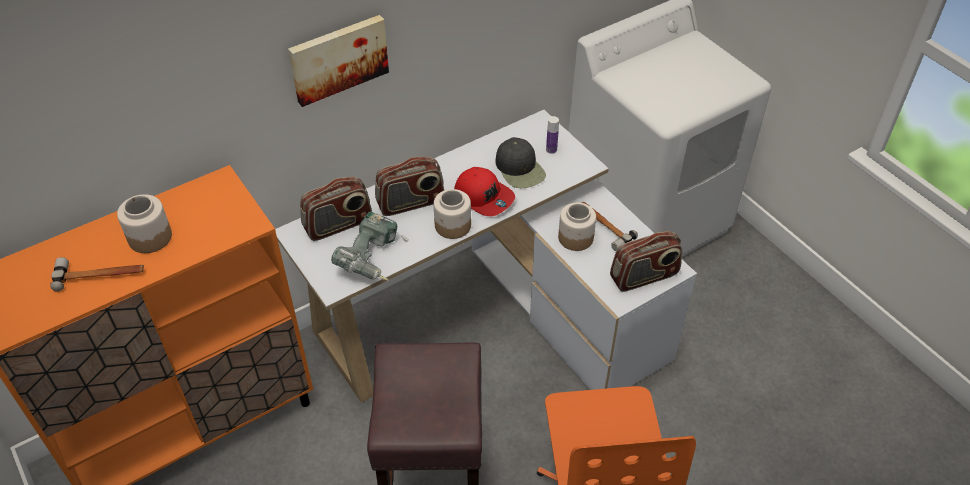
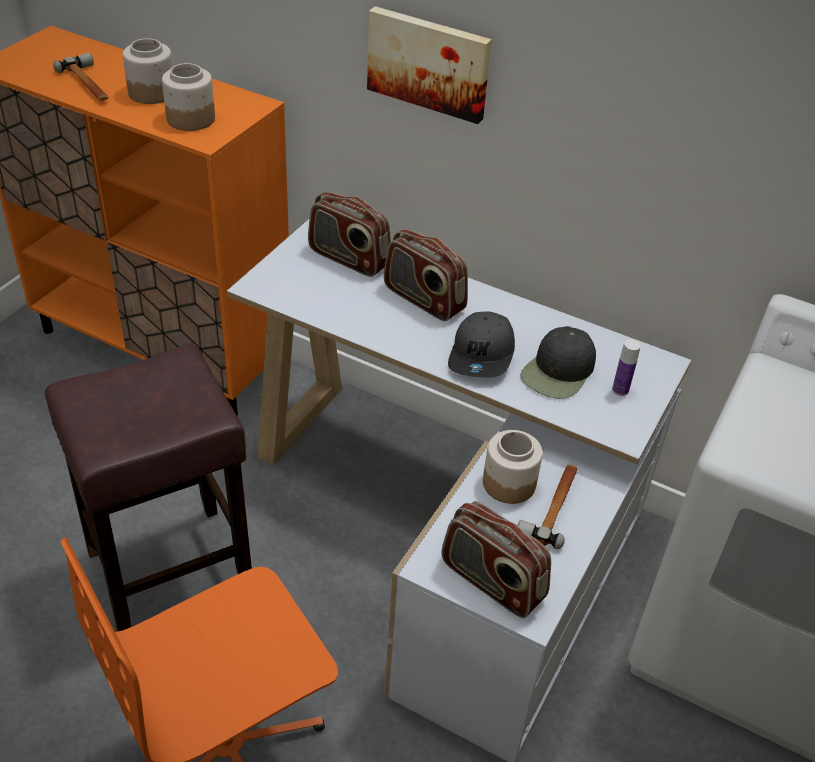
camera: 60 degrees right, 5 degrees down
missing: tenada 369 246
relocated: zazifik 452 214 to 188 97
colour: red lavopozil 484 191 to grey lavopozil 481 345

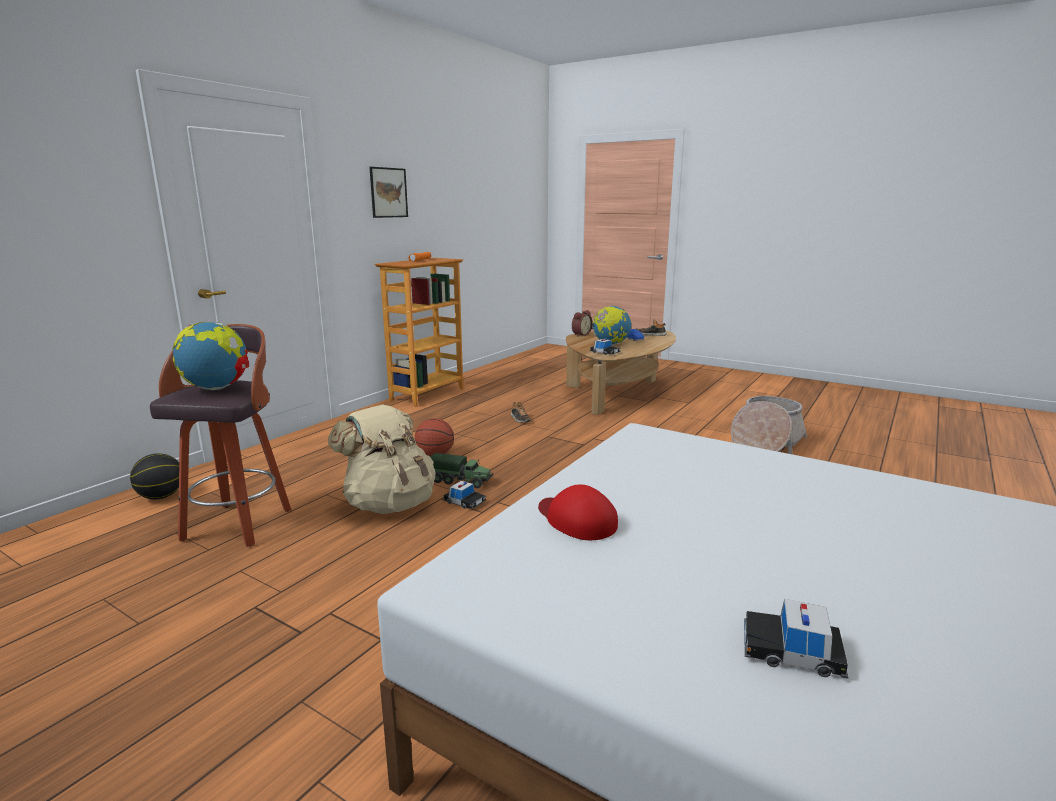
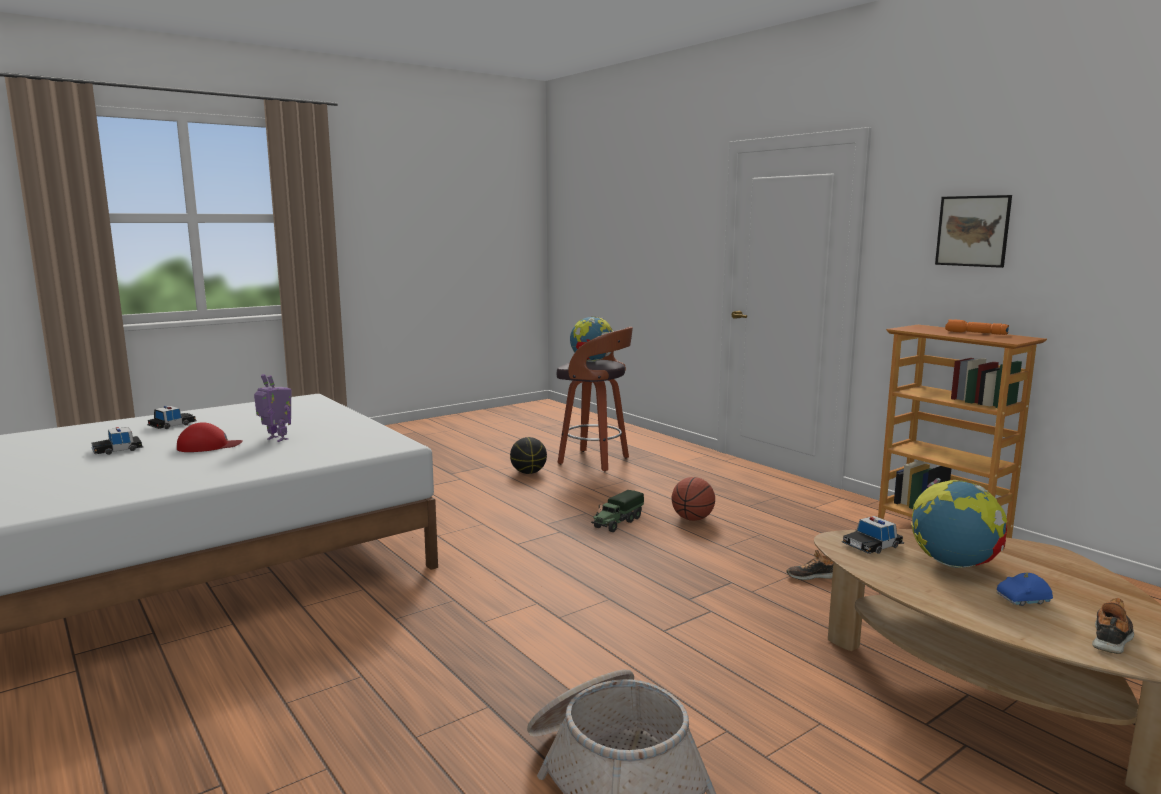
camera: 110 degrees right, 5 degrees down
missing: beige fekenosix 382 459; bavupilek 582 323
appeared: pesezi 272 408
relocated: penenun 464 495 to 117 441; red lavopozil 578 512 to 210 437; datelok 154 476 to 528 455

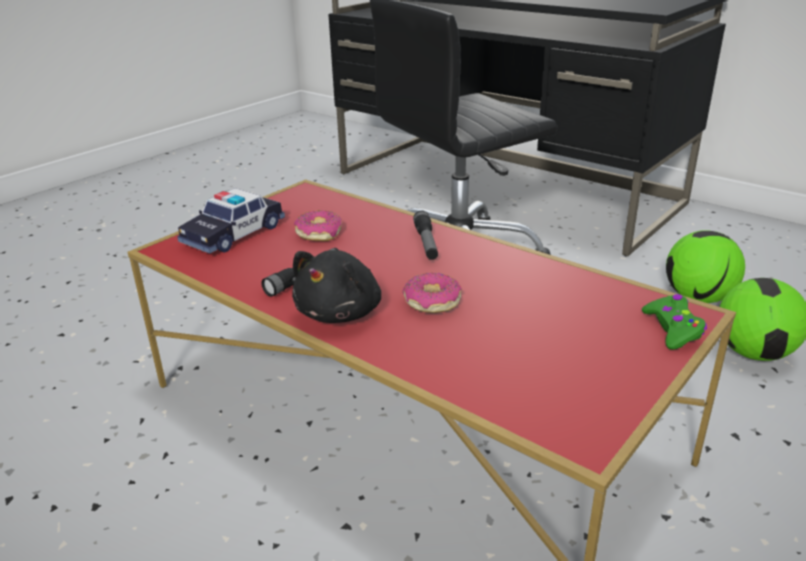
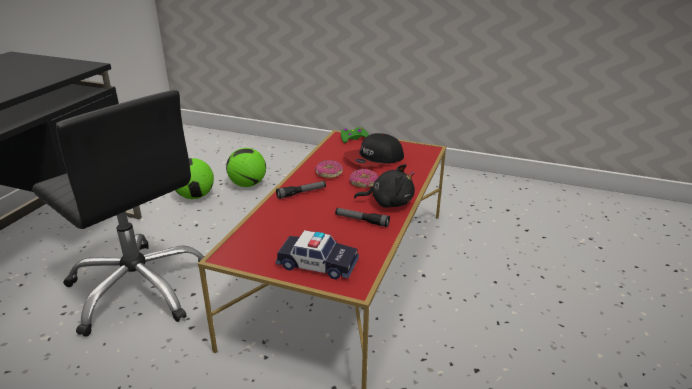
camera: 110 degrees left, 0 degrees up
appeared: lavopozil 374 149
relocated: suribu 318 225 to 329 169

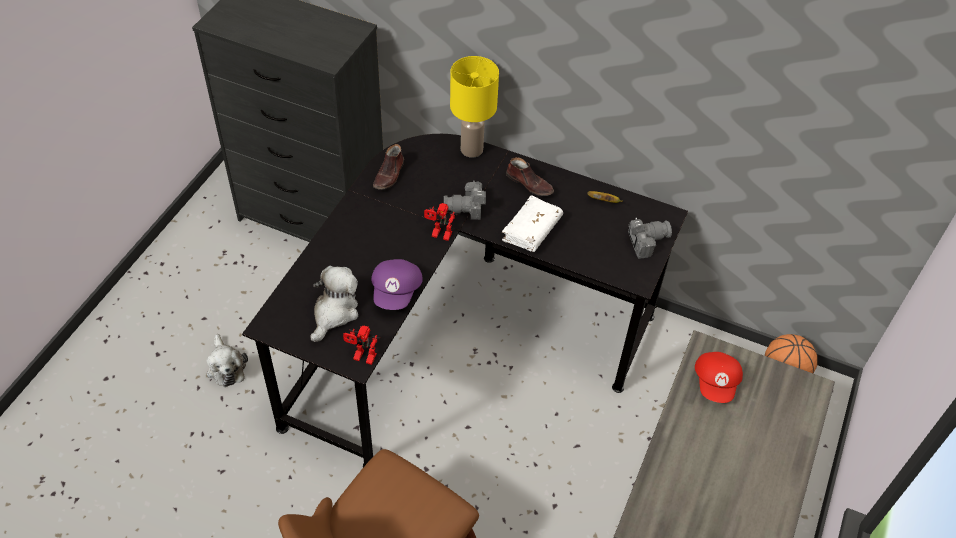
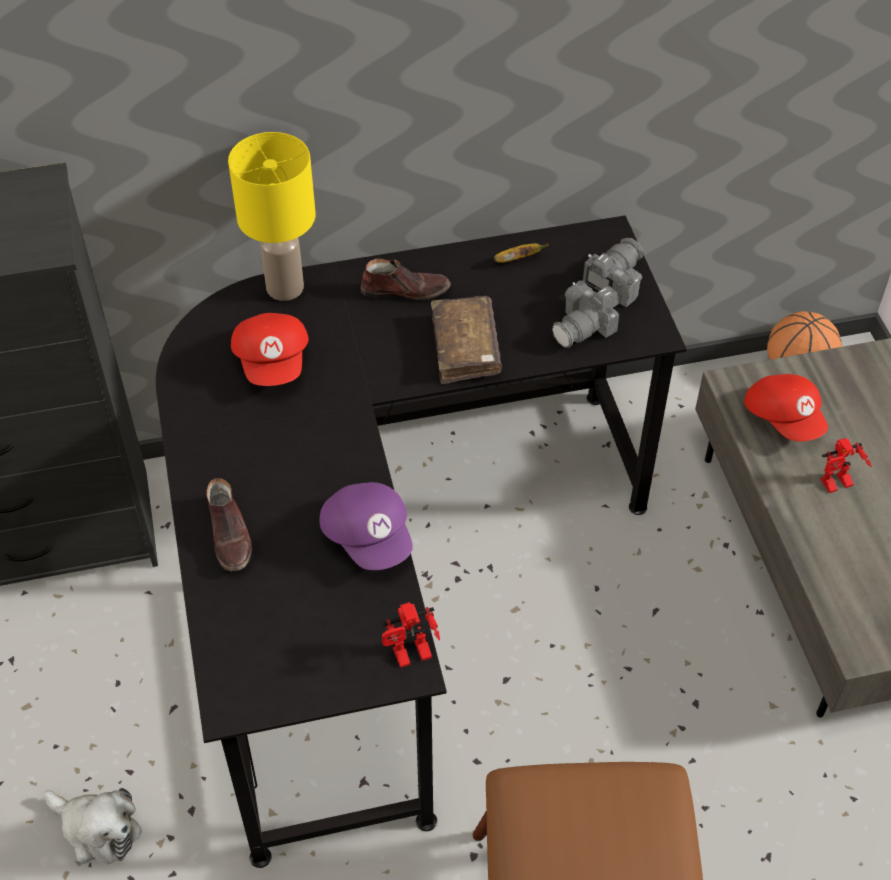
camera: 35 degrees left, 0 degrees up
missing: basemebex 334 304
appeared: red lavopozil 270 349
relocated: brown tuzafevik 388 167 to 229 524; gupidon 465 200 to 585 314; pesezi 440 222 to 846 465
colour: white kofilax 532 223 to brown kofilax 466 340

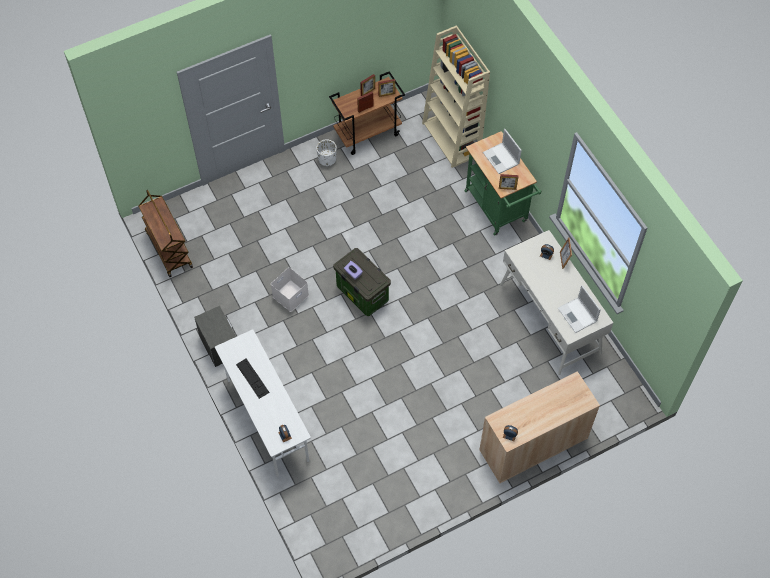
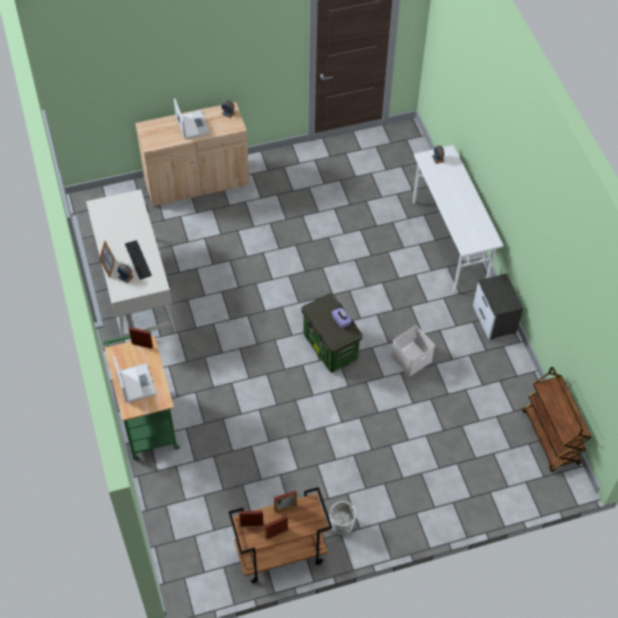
camera: 170 degrees left, 5 degrees down
missing: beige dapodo 456 96
relocated: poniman 253 379 to 138 260; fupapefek 579 309 to 192 118

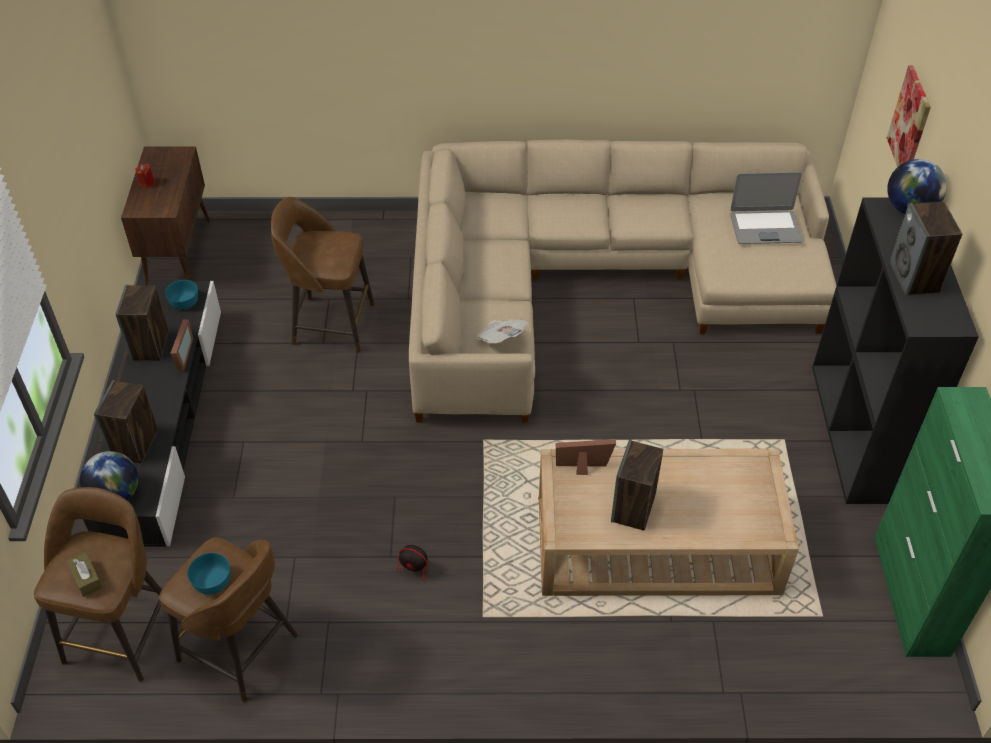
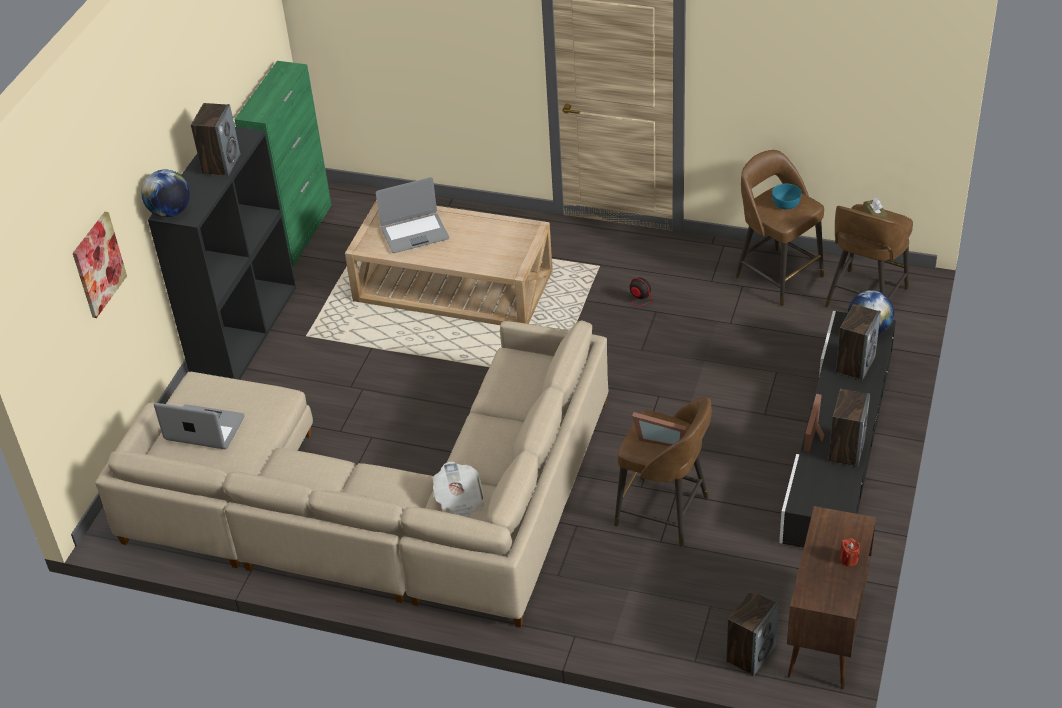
camera: 160 degrees left, 5 degrees down
missing: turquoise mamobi 181 294
appeared: fupapefek 412 215
relocated: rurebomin 502 331 to 458 489; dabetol 586 457 to 659 429; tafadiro 637 485 to 752 633

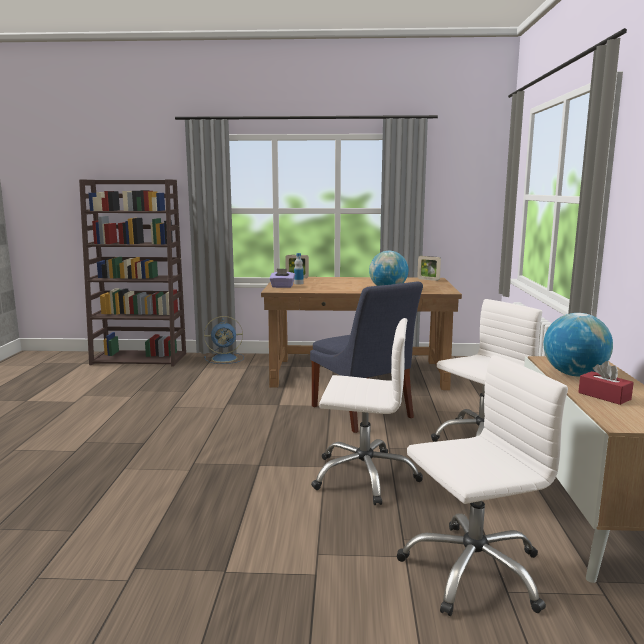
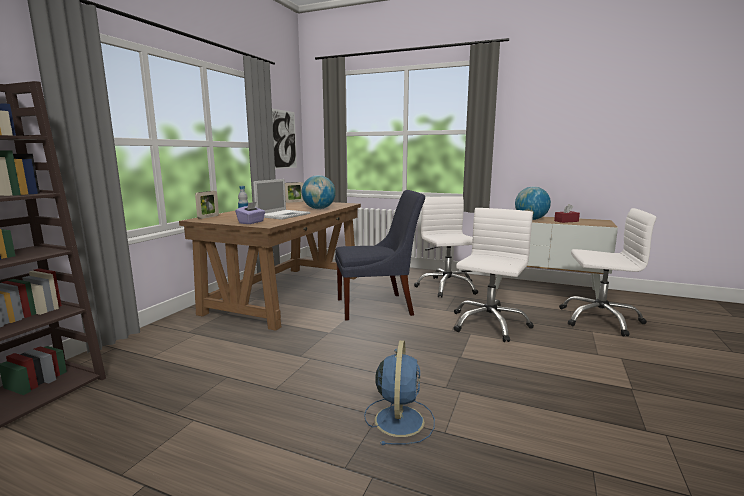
camera: 70 degrees left, 0 degrees up
appeared: fupapefek 281 199; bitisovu 284 139
relocated: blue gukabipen 224 340 to 399 392
spun: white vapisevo 482 485 = 608 272 105 degrees clockwise

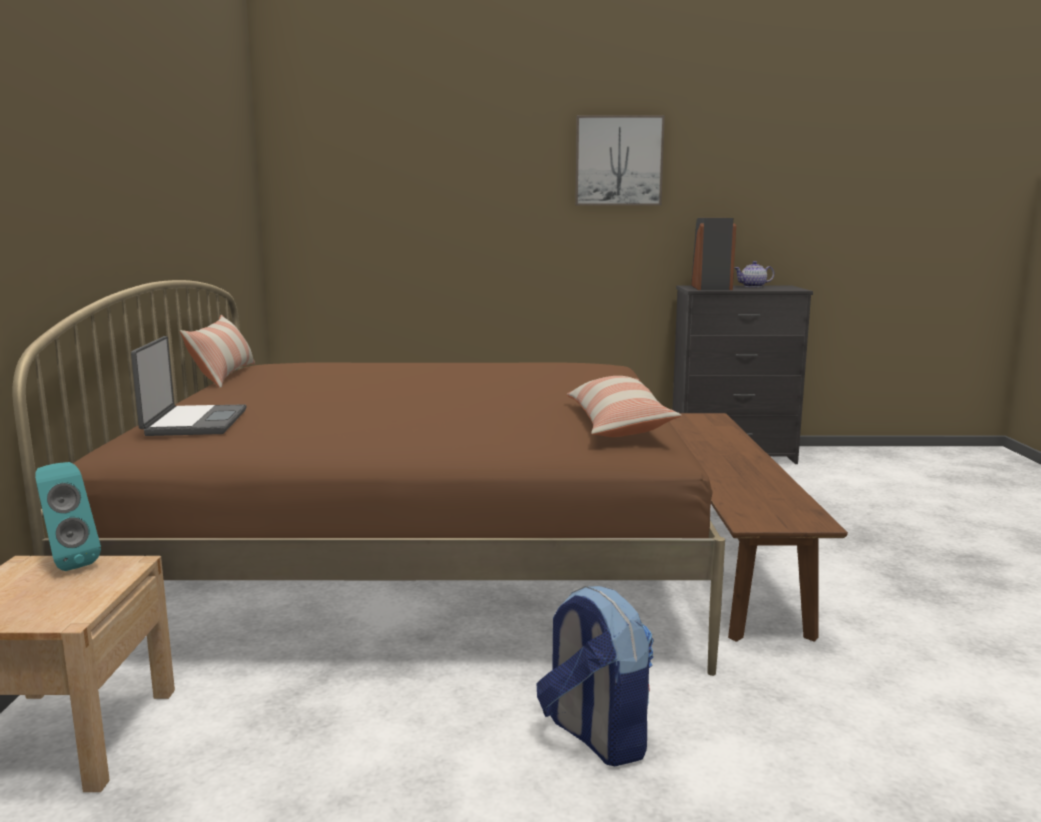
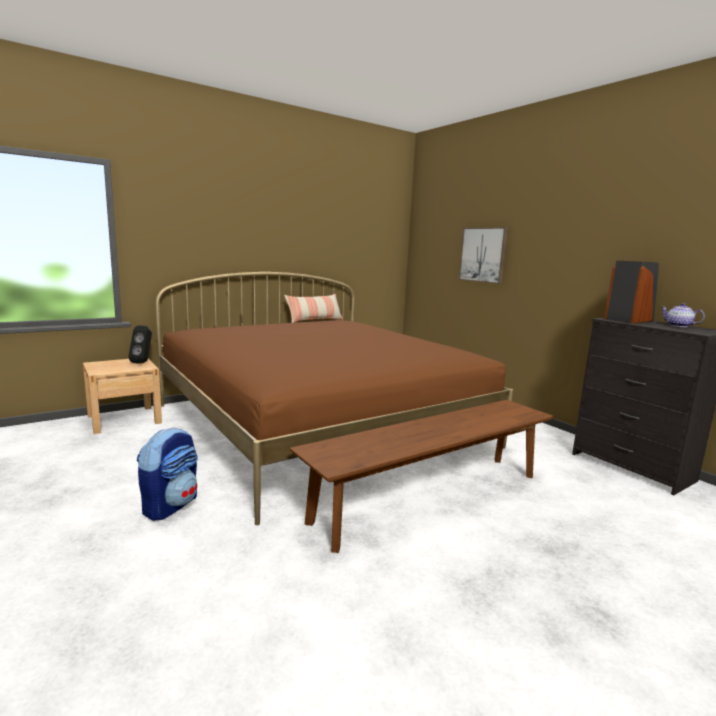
camera: 55 degrees right, 0 degrees up
missing: fupapefek 189 386; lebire 623 406
relocated: bitisovu 620 160 to 483 255
colour: turquoise tafadiro 68 516 to black tafadiro 140 345

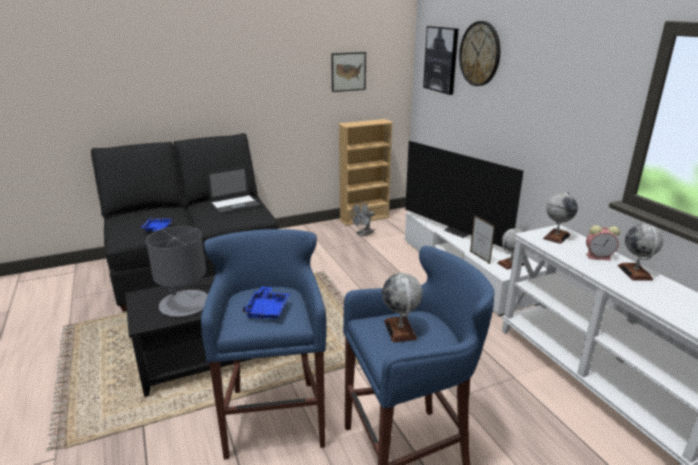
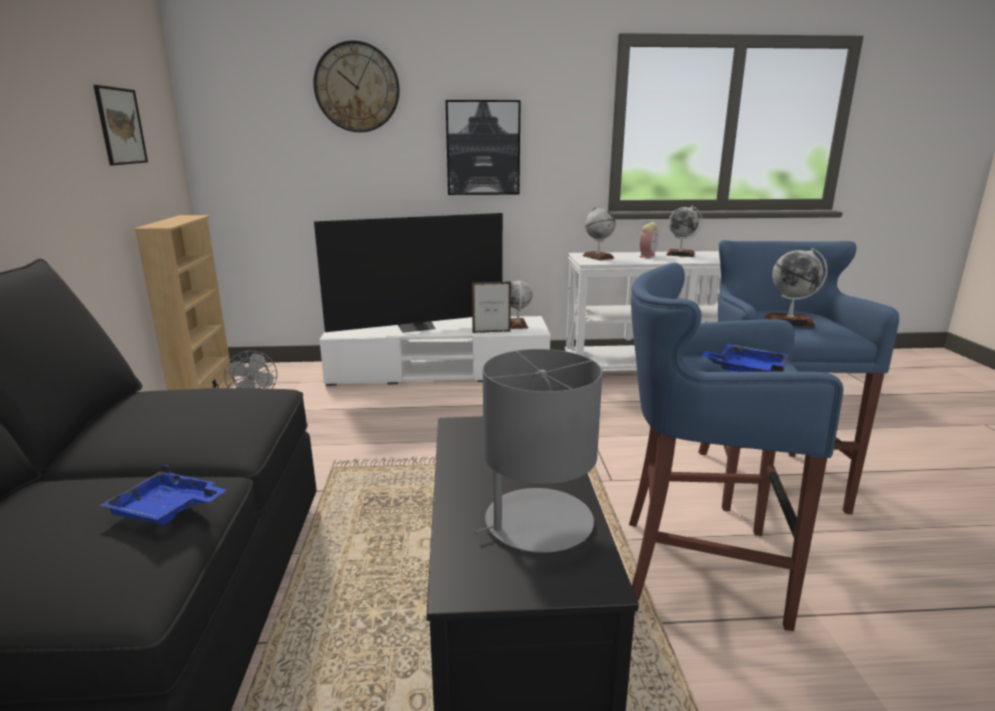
camera: 70 degrees left, 5 degrees down
missing: fupapefek 233 190
relocated: bitisovu 441 60 to 483 147

